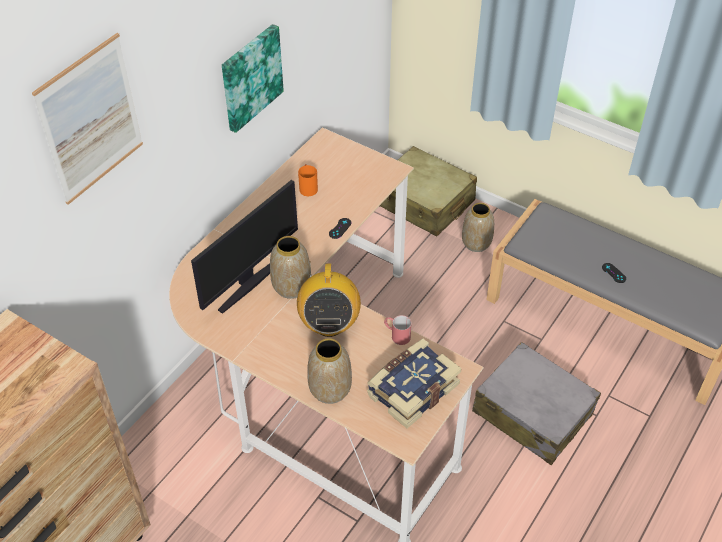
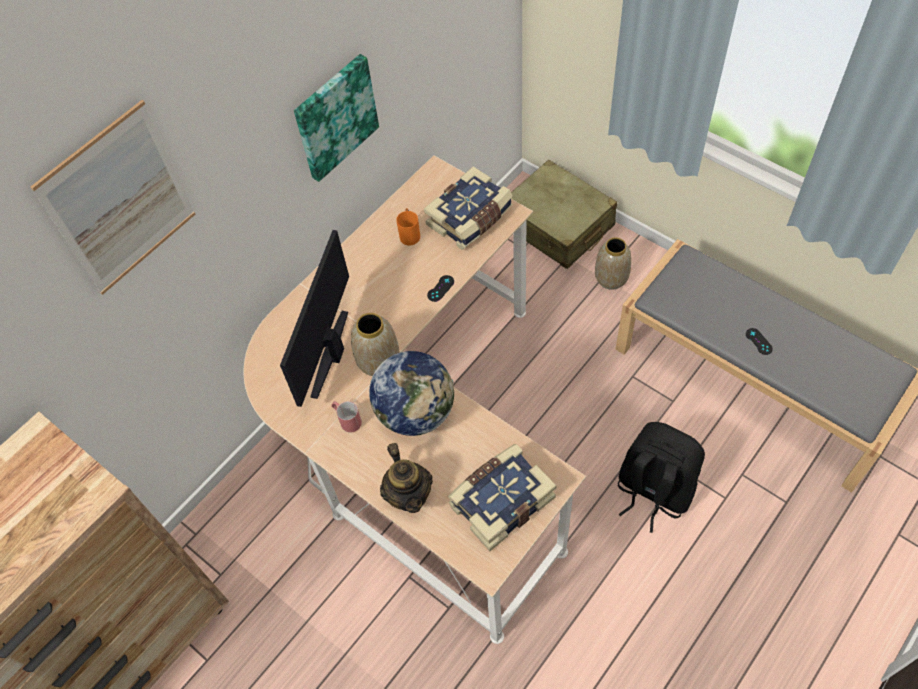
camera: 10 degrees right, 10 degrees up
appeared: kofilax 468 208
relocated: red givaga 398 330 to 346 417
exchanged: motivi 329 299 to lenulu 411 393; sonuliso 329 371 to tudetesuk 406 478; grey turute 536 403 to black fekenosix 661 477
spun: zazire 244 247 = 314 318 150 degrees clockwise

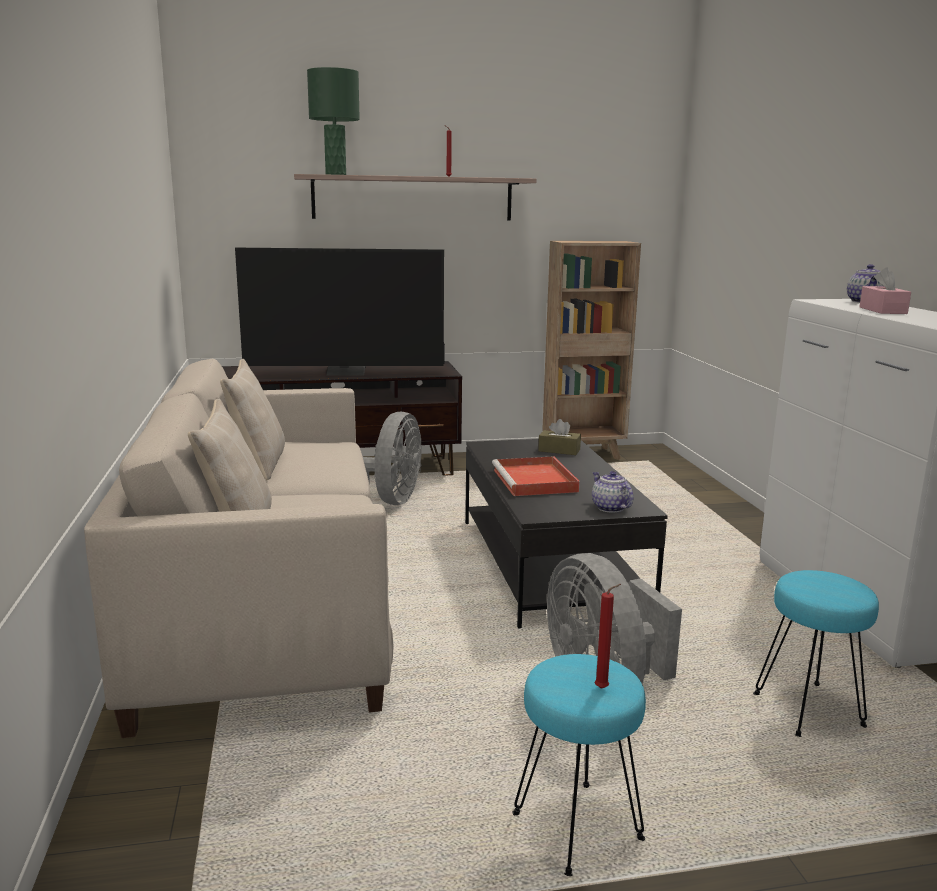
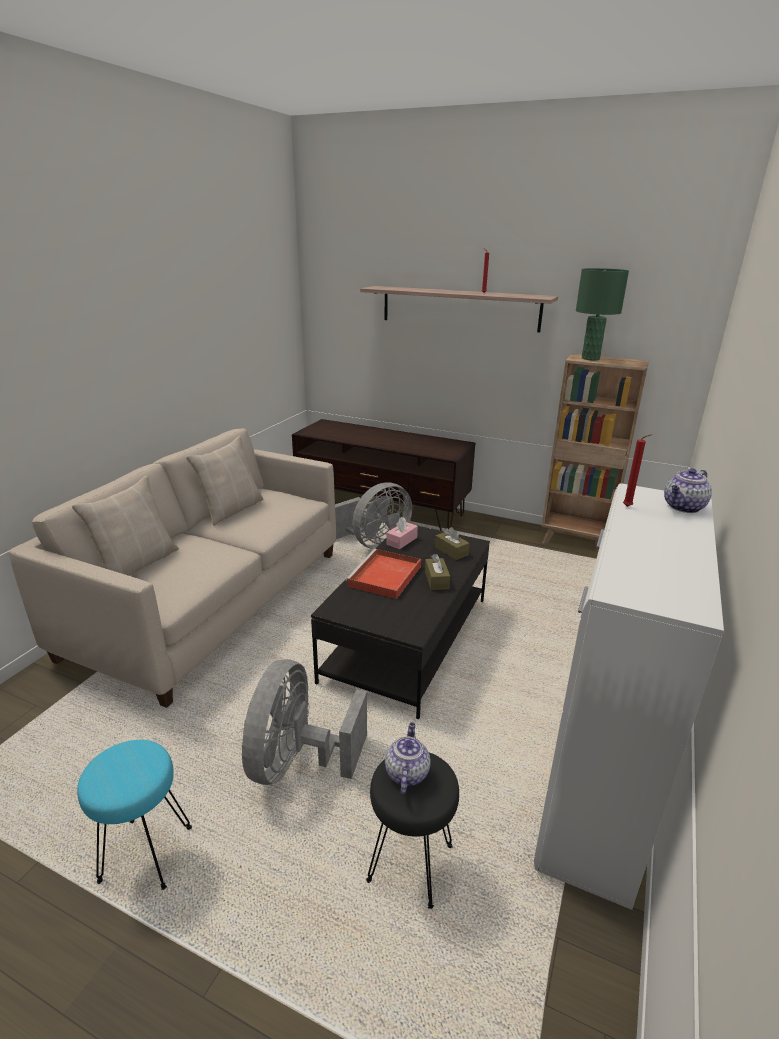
camera: 35 degrees right, 10 degrees up
missing: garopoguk 340 312
appeared: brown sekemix 437 572
relocated: tudetesuk 613 491 to 408 758; pink sekemix 885 290 to 402 533; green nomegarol 333 121 to 602 314; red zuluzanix 608 636 to 637 470
colour: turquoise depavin 816 653 to black depavin 412 830

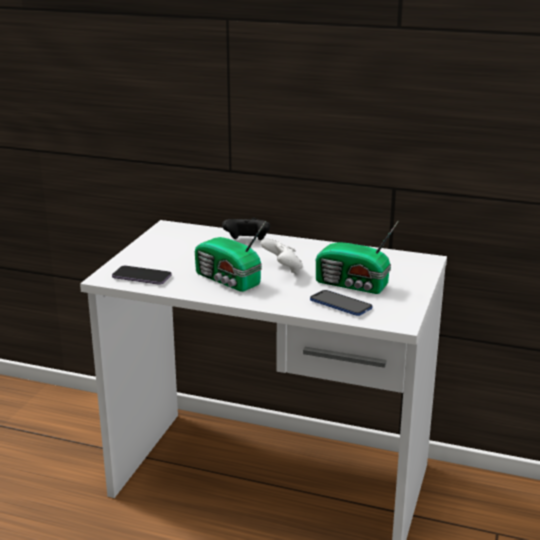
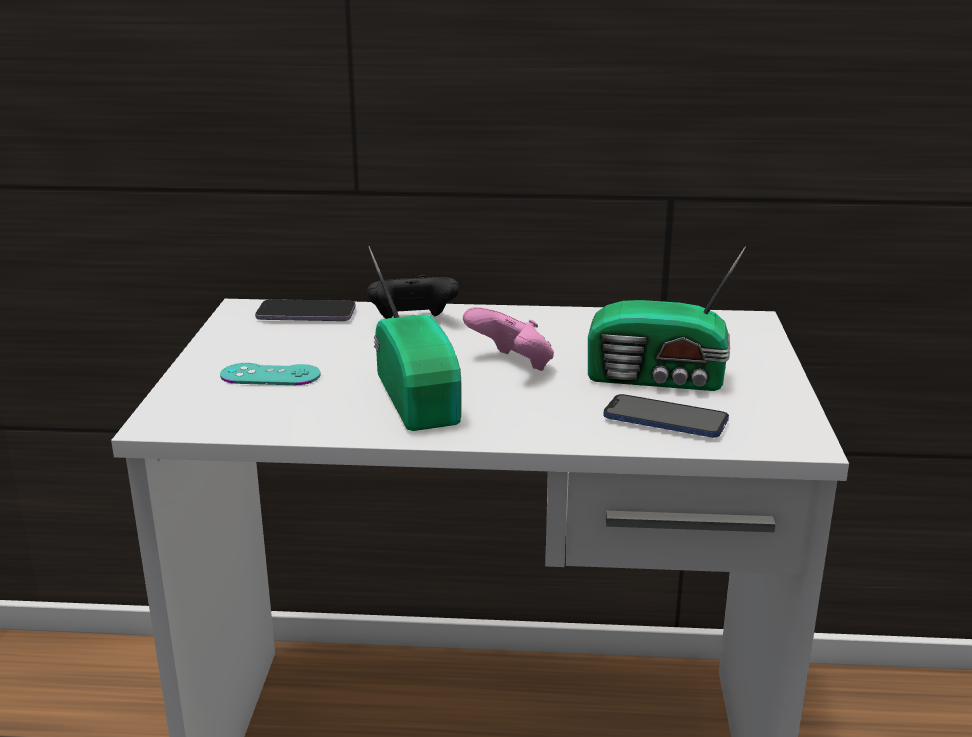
camera: 15 degrees left, 0 degrees up
appeared: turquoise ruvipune 270 374
relocated: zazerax 142 275 to 305 310
colour: white ruvipune 282 256 to pink ruvipune 508 339
spun: motivi 230 256 = 414 338 135 degrees counterclockwise

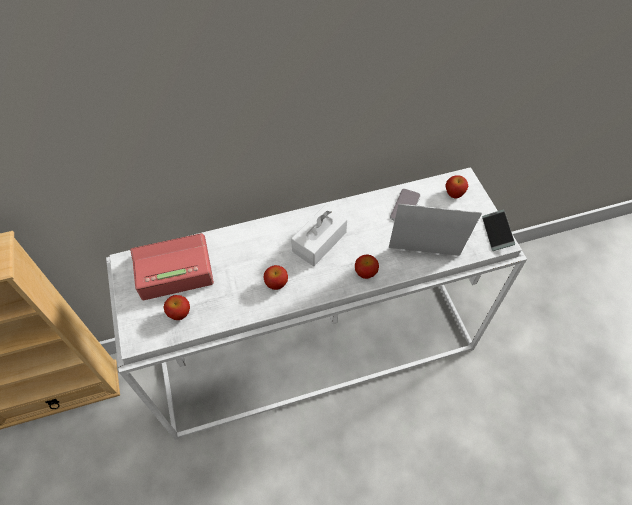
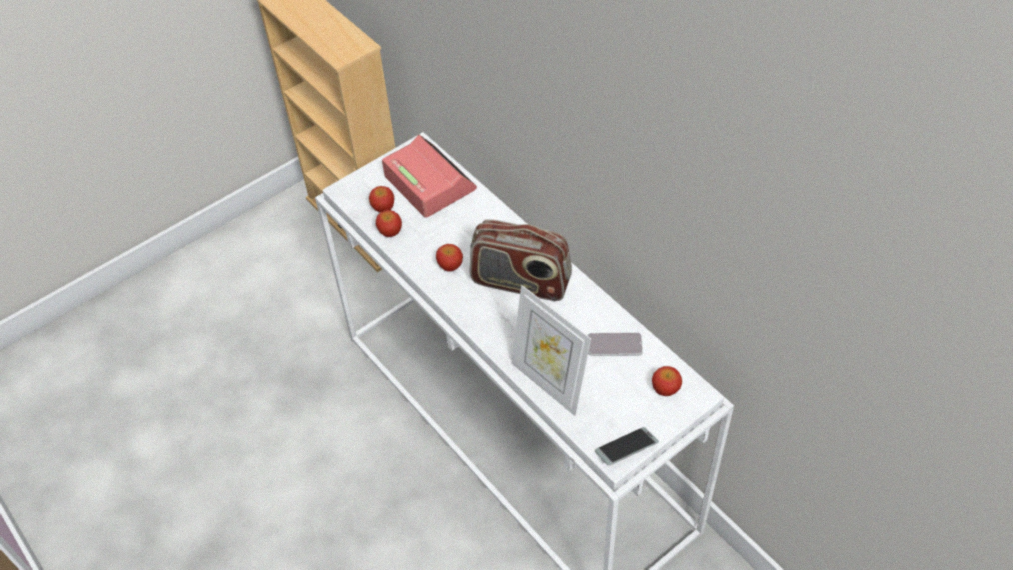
camera: 70 degrees right, 5 degrees down
relocated: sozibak 367 266 to 389 223
exchanged: white sekemix 319 235 to motivi 521 260
spun: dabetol 435 230 = 551 350 150 degrees clockwise

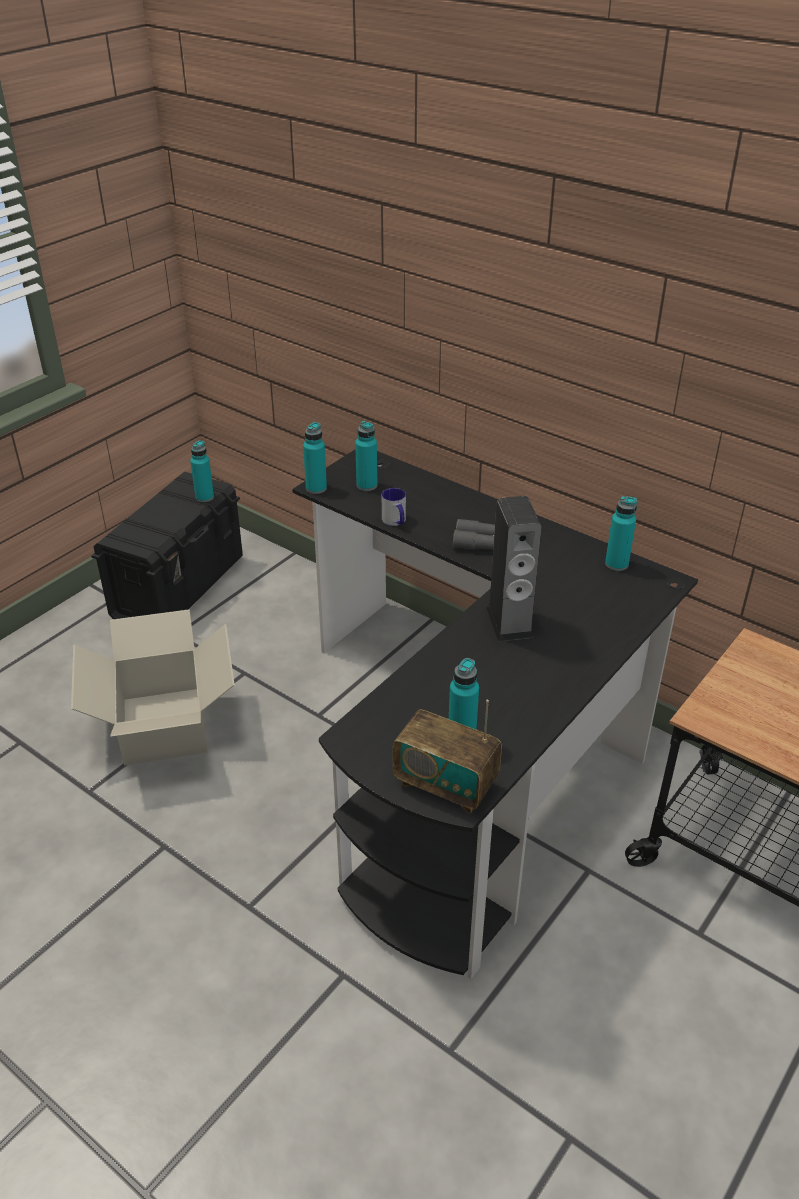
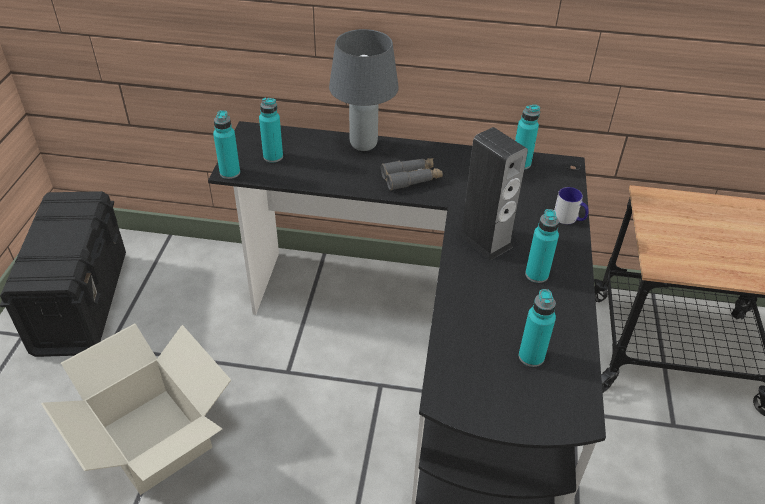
camera: 30 degrees left, 5 degrees up
missing: motivi 447 756
appeared: grey nomegarol 364 90
relocated: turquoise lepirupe 202 471 to 542 246; givaga 394 507 to 571 205

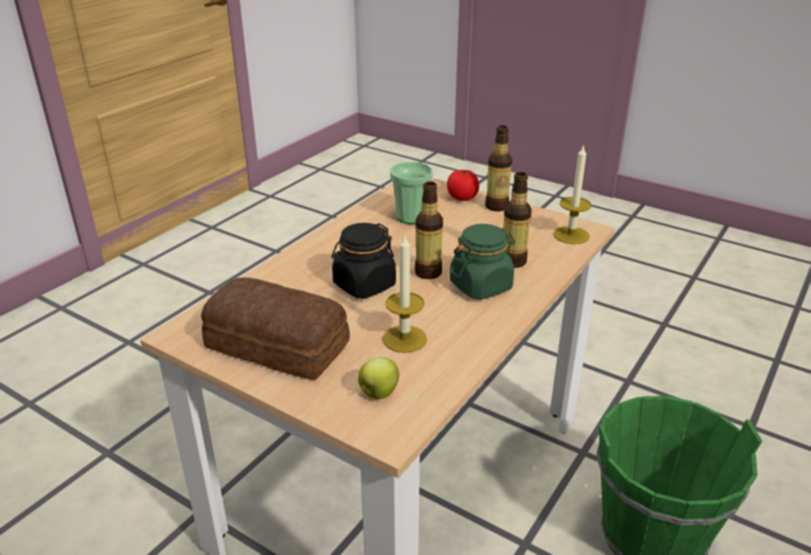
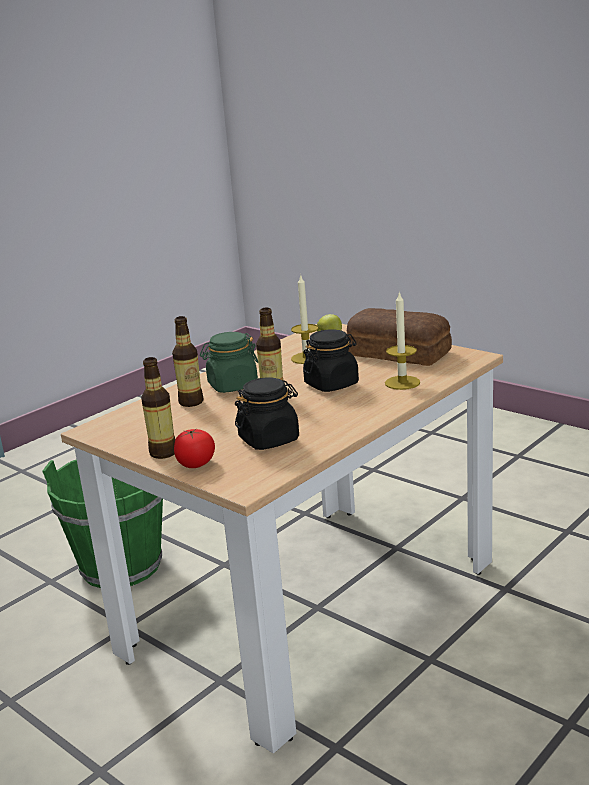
camera: 170 degrees left, 10 degrees down
relocated: zuluzanix 572 194 to 402 340
exchanged: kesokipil 411 193 to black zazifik 267 413

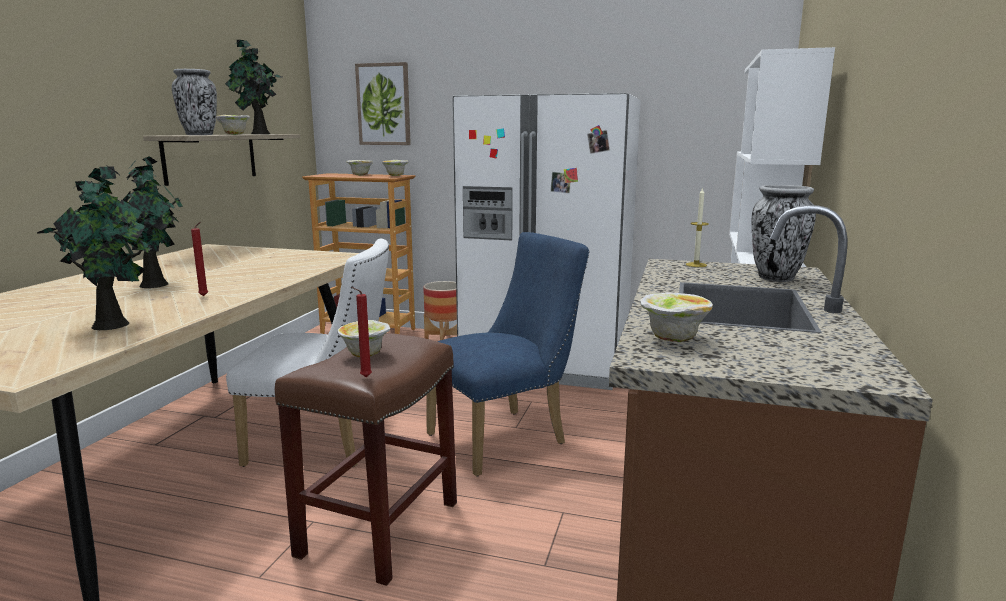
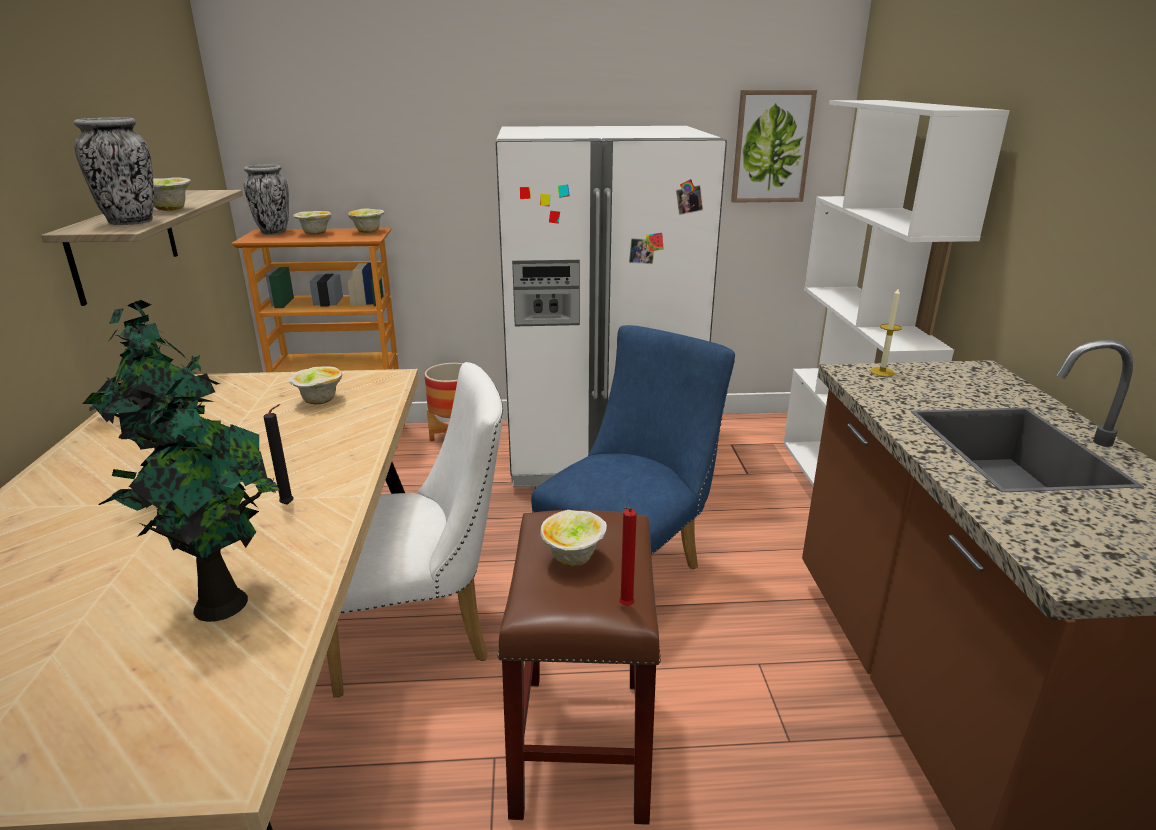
camera: 20 degrees left, 10 degrees up
missing: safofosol 254 87
relocated: sonuliso 784 233 to 266 200; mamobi 677 317 to 315 385; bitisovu 383 103 to 774 146
colour: red zuluzanix 199 259 to black zuluzanix 279 454

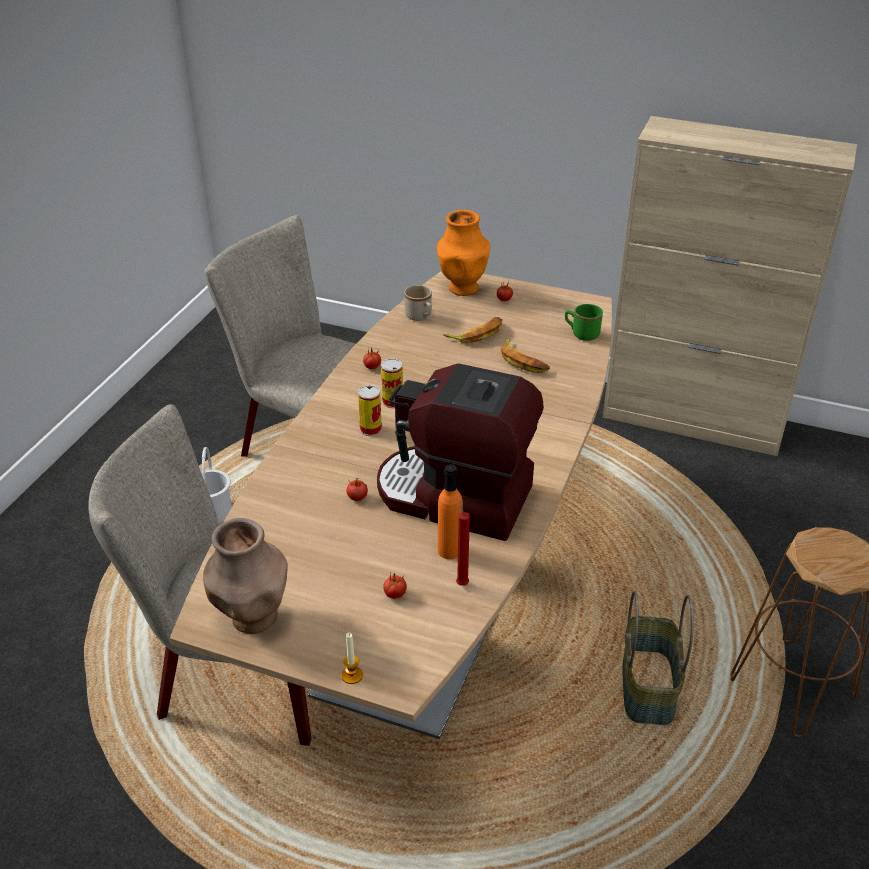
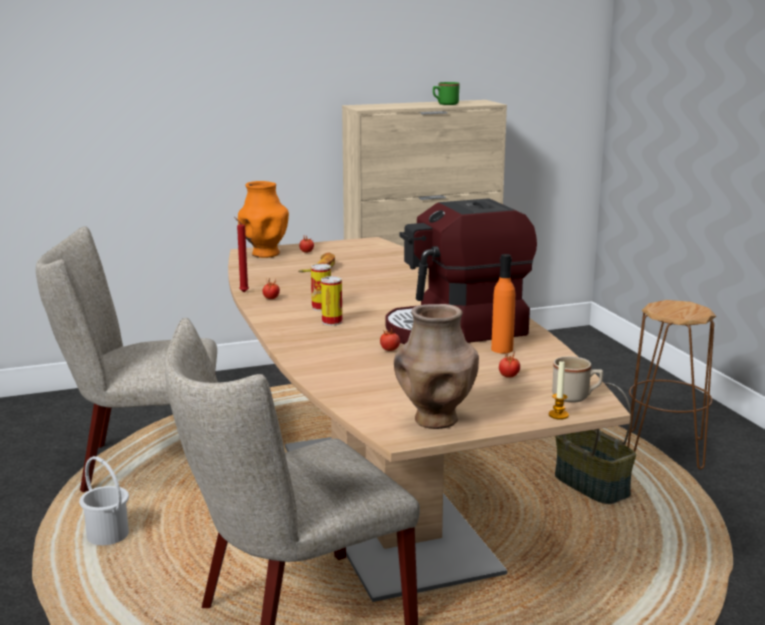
camera: 40 degrees left, 20 degrees down
missing: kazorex 525 355
relocated: red zuluzanix 463 543 to 241 254; green givaga 584 322 to 446 93; beige givaga 418 303 to 577 379

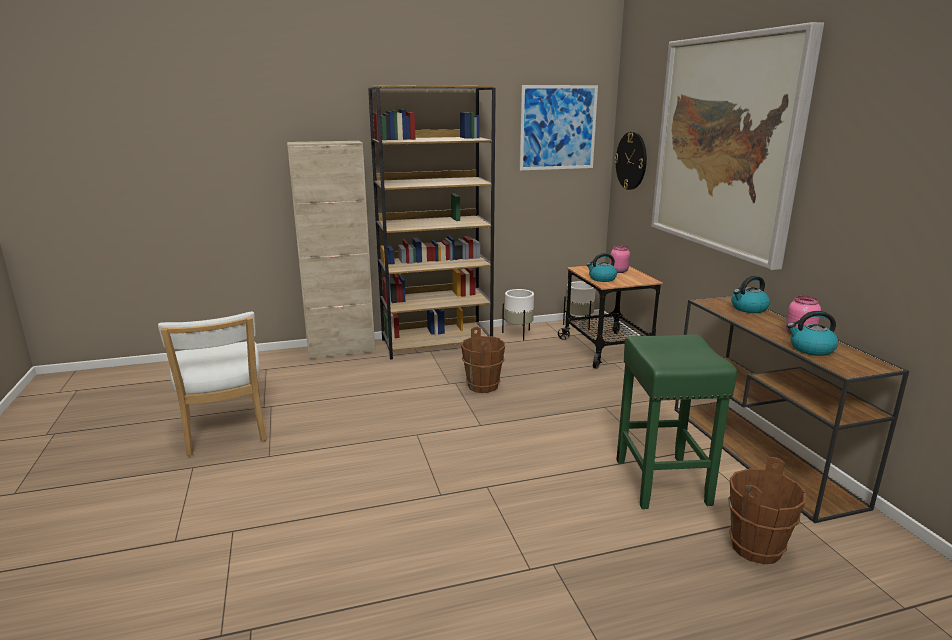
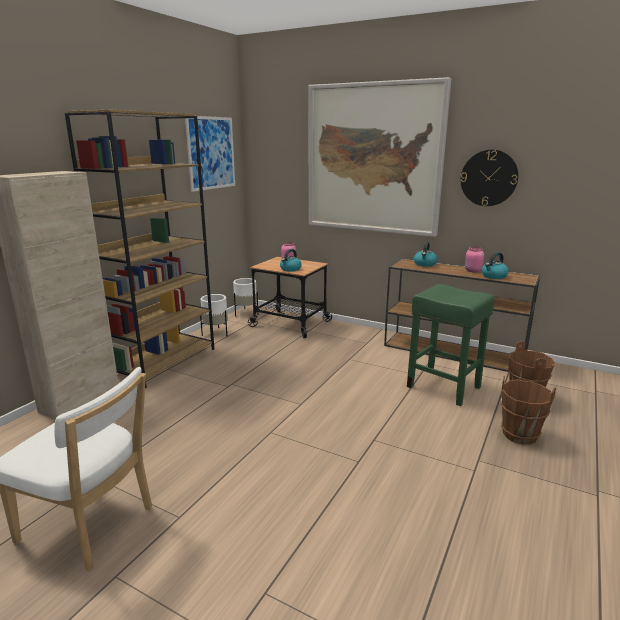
camera: 45 degrees left, 0 degrees up
relocated: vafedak 630 161 to 489 178; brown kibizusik 483 360 to 528 410

